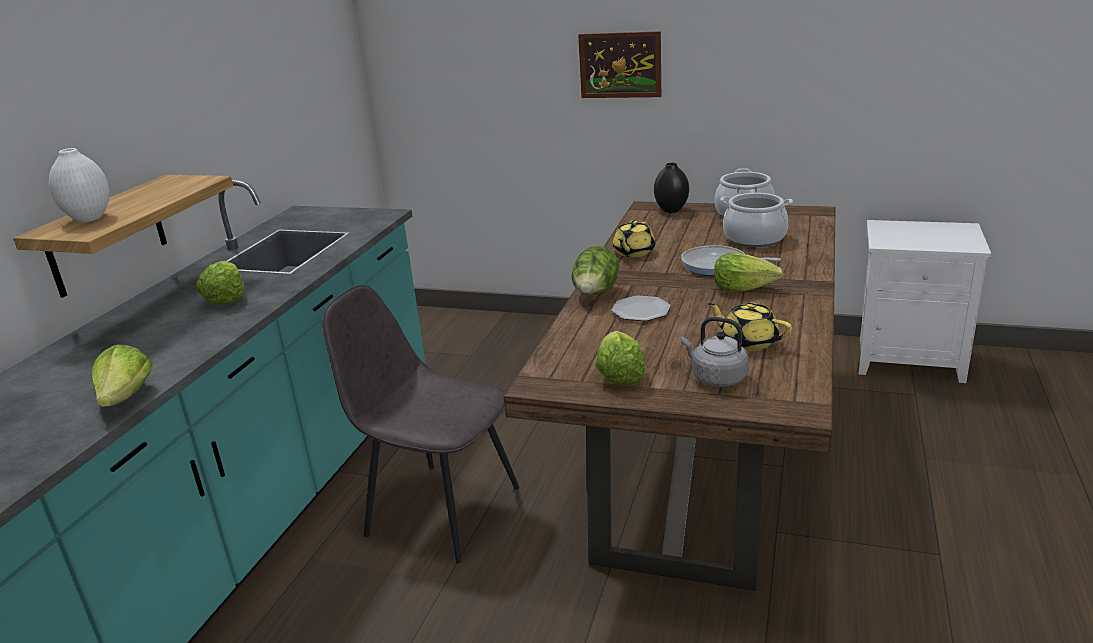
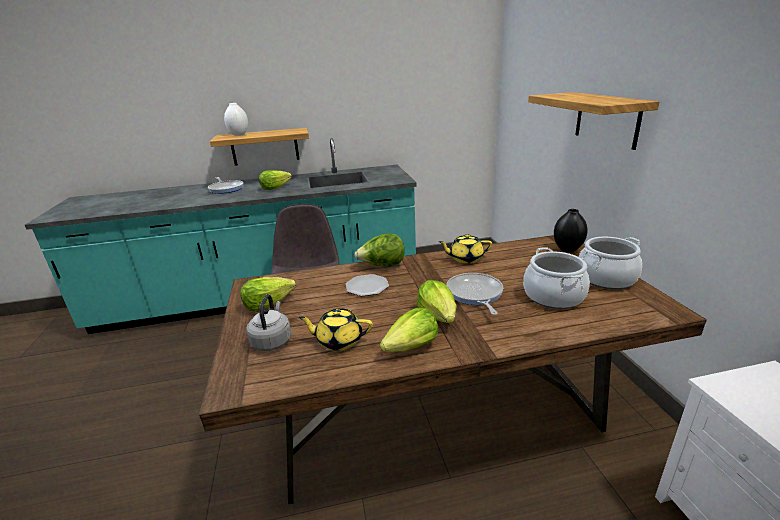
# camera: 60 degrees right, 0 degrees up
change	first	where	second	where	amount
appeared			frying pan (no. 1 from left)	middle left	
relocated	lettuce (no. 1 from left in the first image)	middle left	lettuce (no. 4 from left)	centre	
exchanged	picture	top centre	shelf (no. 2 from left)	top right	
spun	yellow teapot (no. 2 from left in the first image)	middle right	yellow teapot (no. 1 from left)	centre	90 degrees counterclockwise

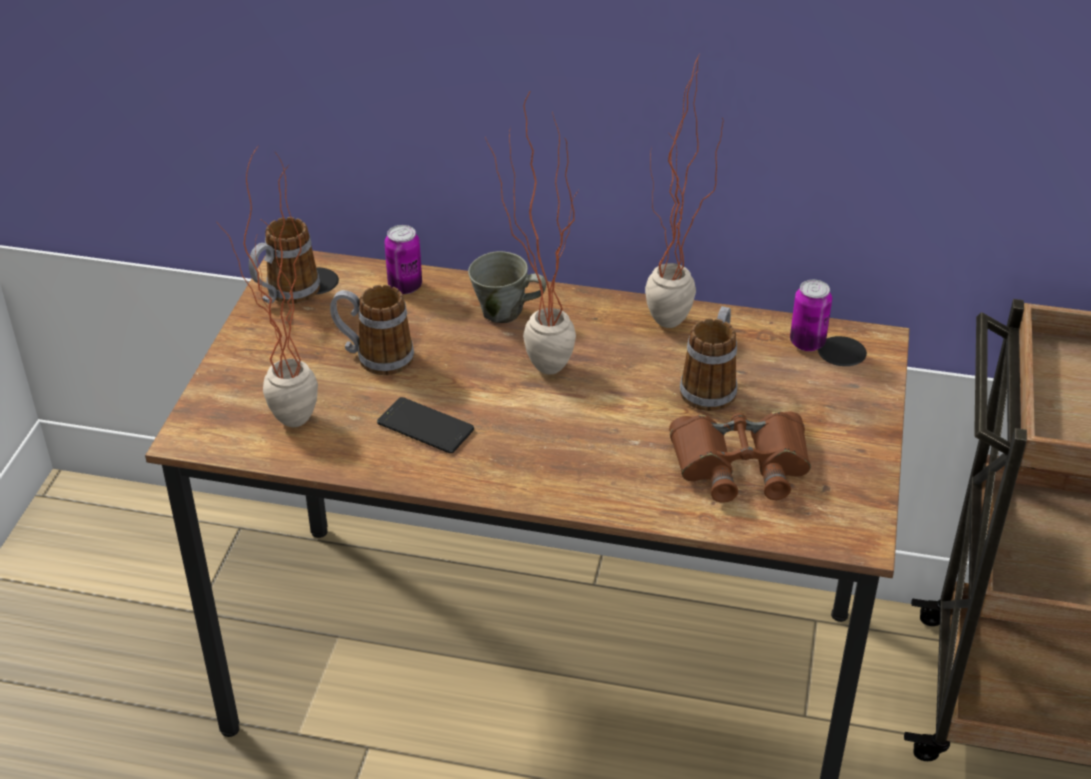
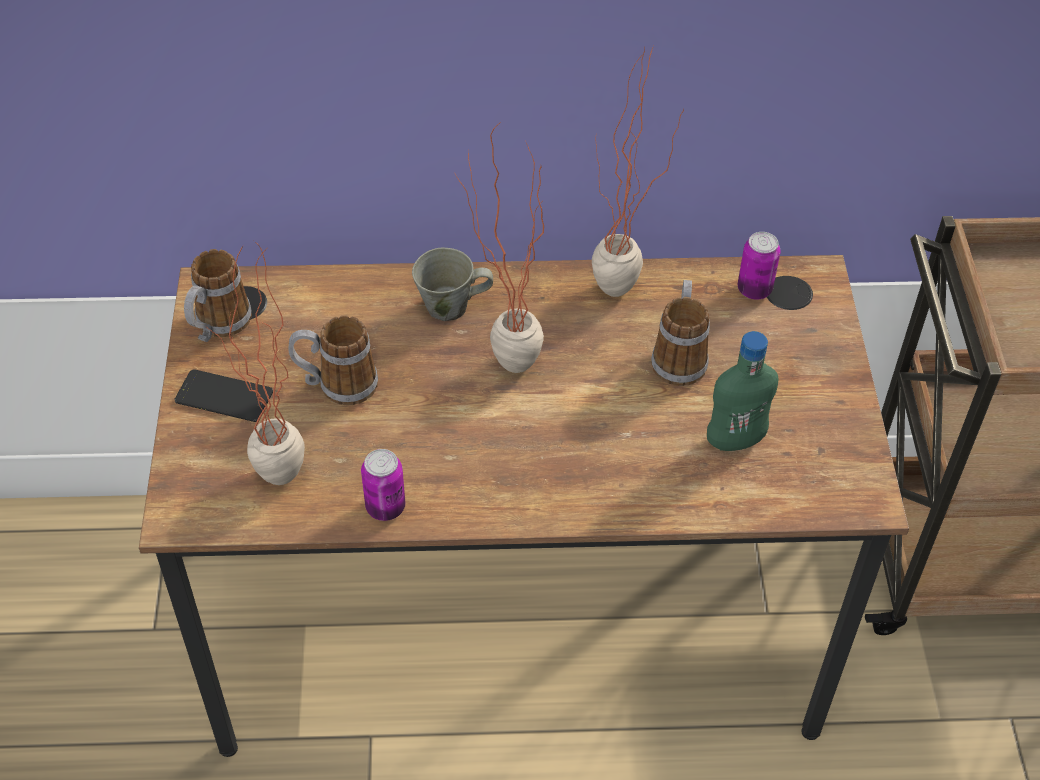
# camera: 15 degrees left, 10 degrees up
change	first	where	second	where	amount
relocated	phone	centre		middle left	
relocated	can (no. 1 from left)	top centre		centre	
exchanged	brown binoculars	middle right	green bottle	middle right	

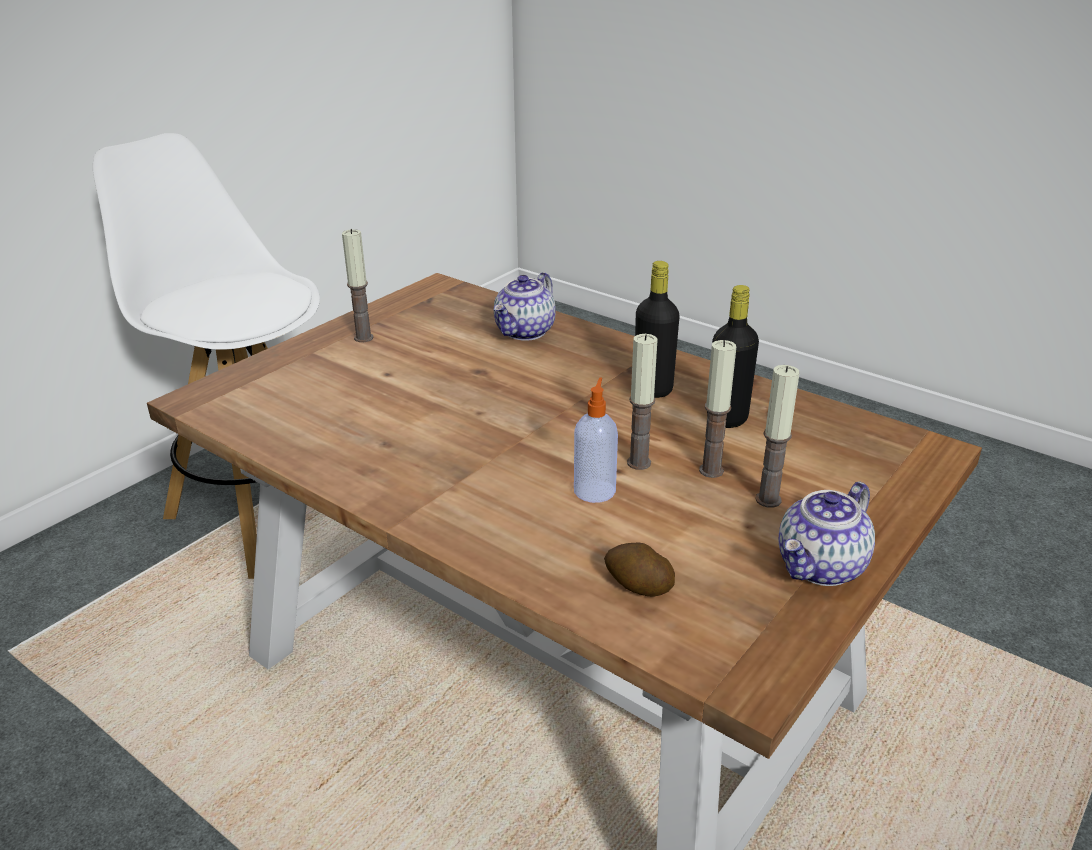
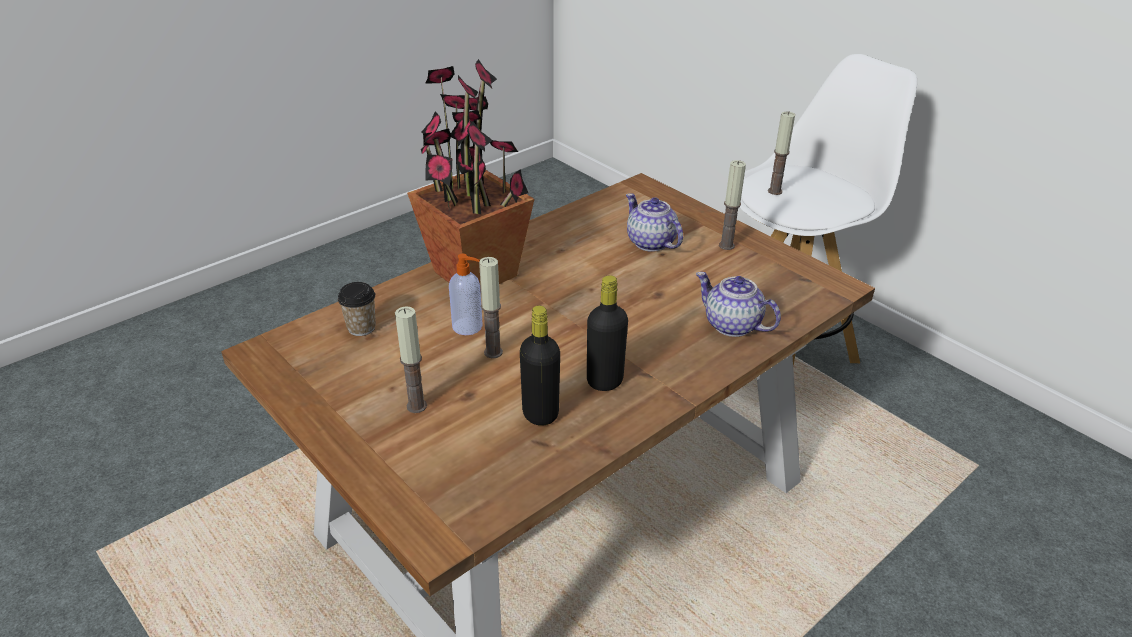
# camera: 100 degrees right, 5 degrees up
change	first	where	second	where	amount
appeared			potted plant	top centre	
relocated	candle (no. 3 from left in the first image)	centre	candle (no. 4 from left)	top right	
relocated	teapot (no. 2 from left in the first image)	middle right	teapot (no. 1 from left)	centre	
exchanged	potato	bottom centre	cup	middle left	

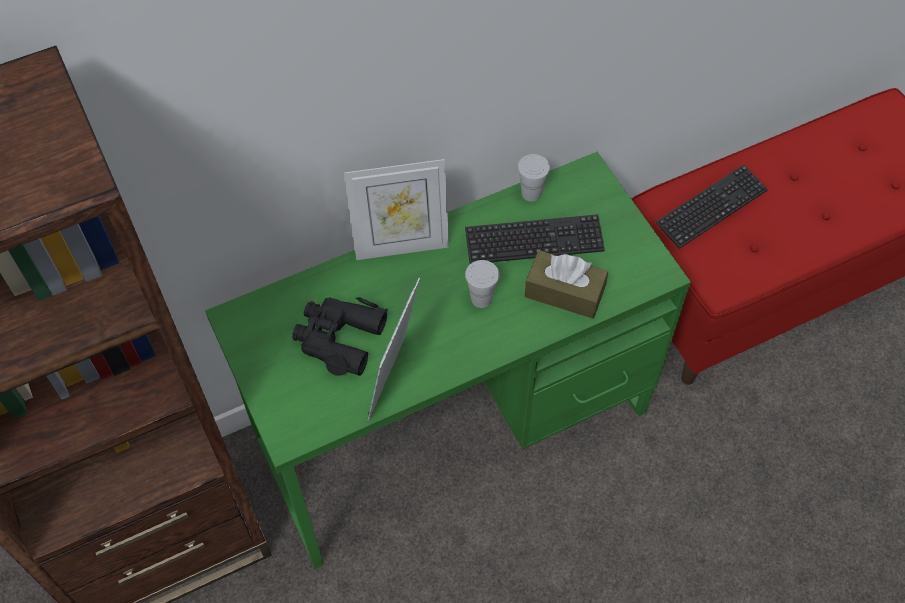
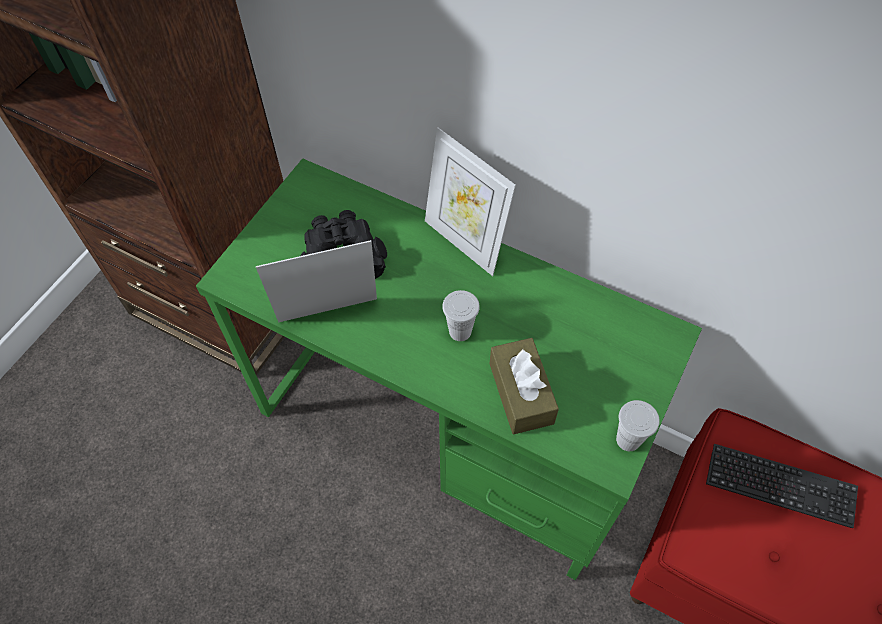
# camera: 55 degrees right, 0 degrees up
change	first	where	second	where	amount
missing	keyboard (no. 1 from left)	centre			
relocated	white cup (no. 2 from left)	top centre		bottom right	

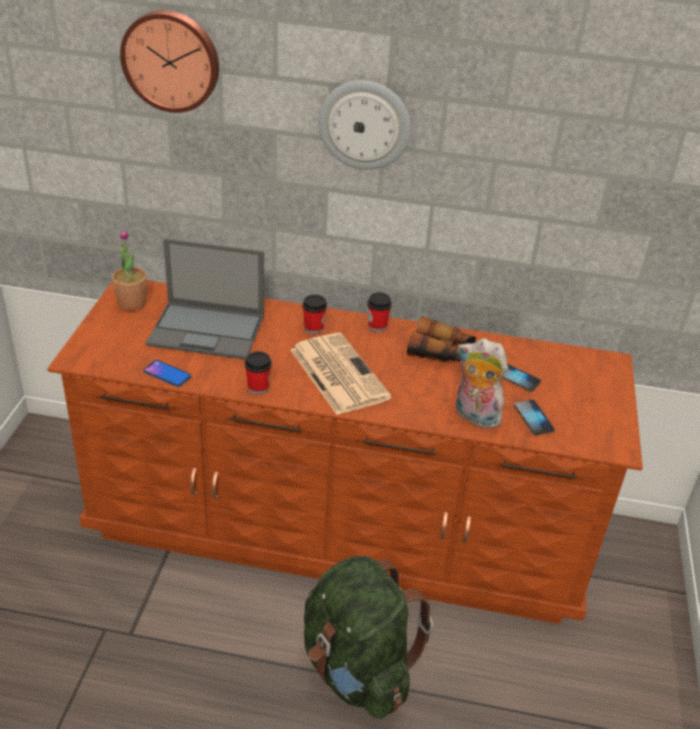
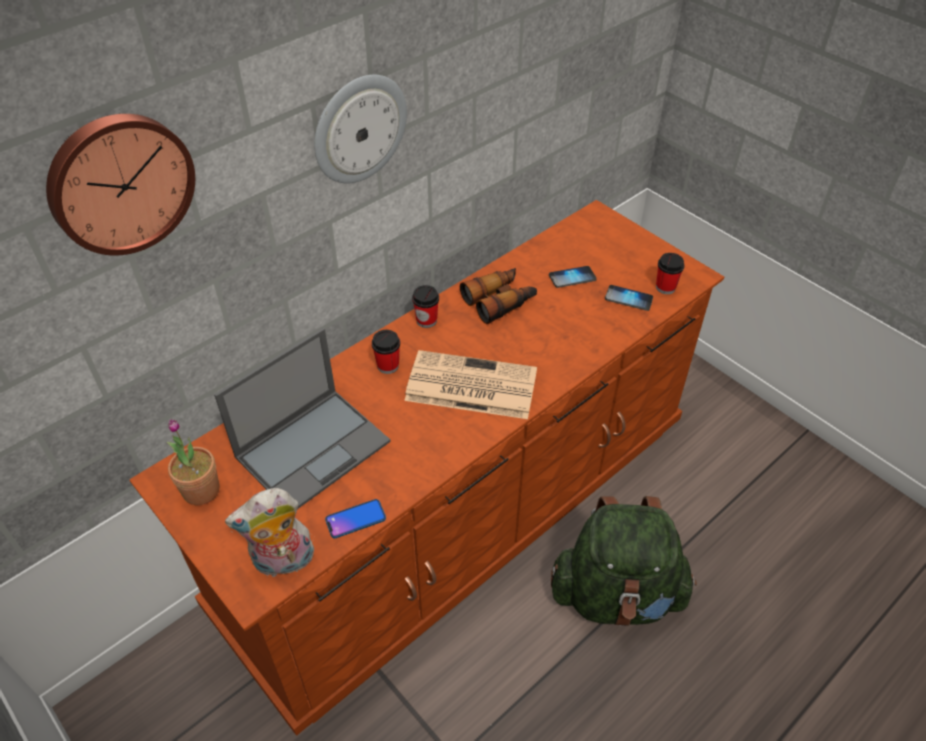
# camera: 50 degrees left, 10 degrees up
change	first	where	second	where	amount
relocated	cup (no. 1 from left in the first image)	centre	cup (no. 3 from left)	middle right	
relocated	plush toy	middle right		bottom left	

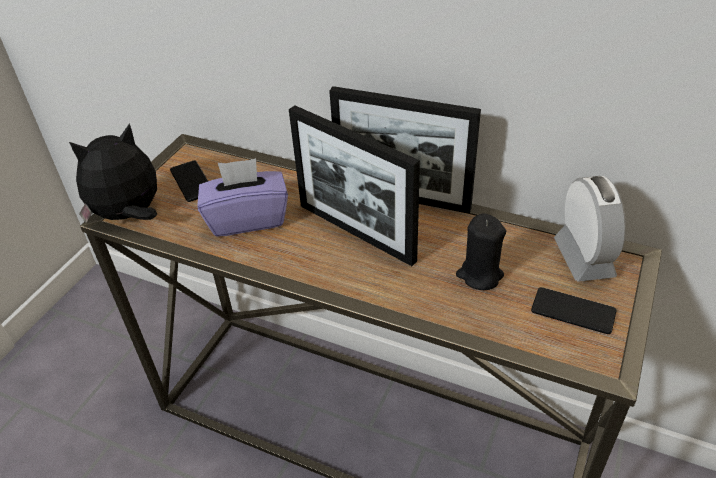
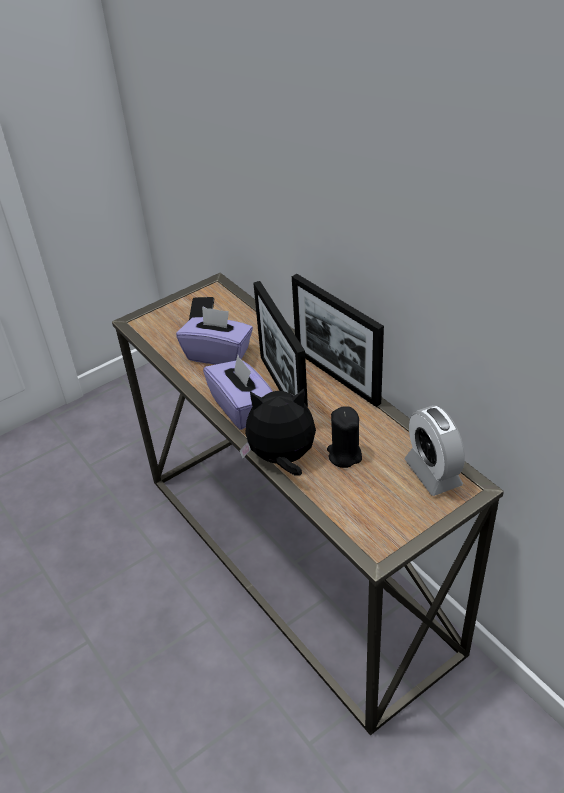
# camera: 30 degrees right, 0 degrees up
change	first	where	second	where	amount
missing	phone (no. 2 from left)	middle right			
appeared			purple tissue box (no. 2 from left)	centre	
relocated	plush toy	middle left		centre	
spun	alarm clock	middle right		middle right	135 degrees clockwise

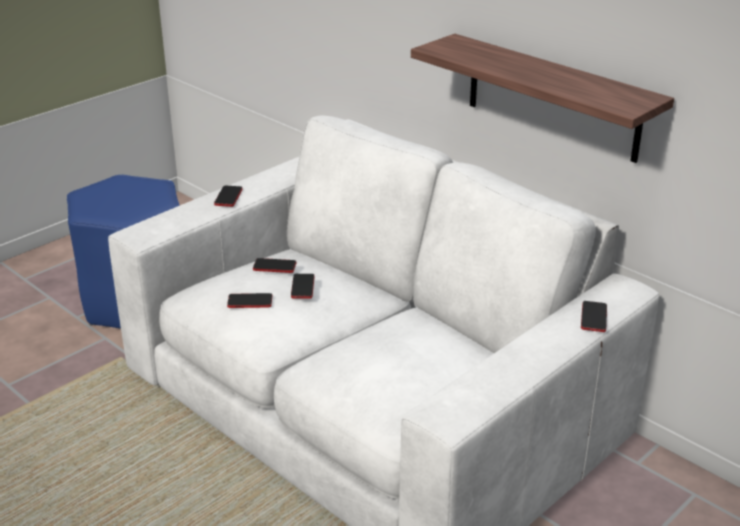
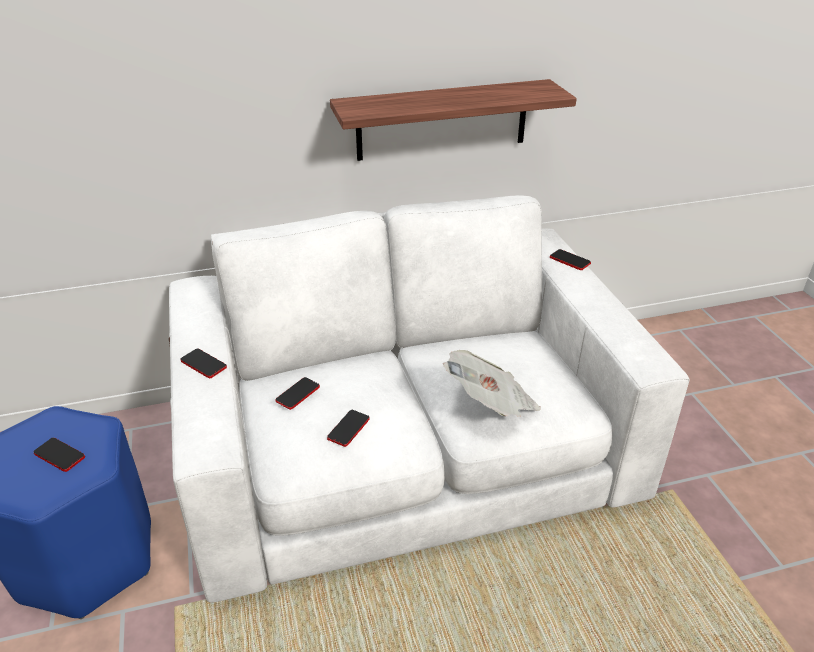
# camera: 60 degrees left, 5 degrees up
change	first	where	second	where	amount
appeared			newspaper	centre	
relocated	phone (no. 4 from left in the first image)	centre	phone (no. 1 from left)	bottom left	

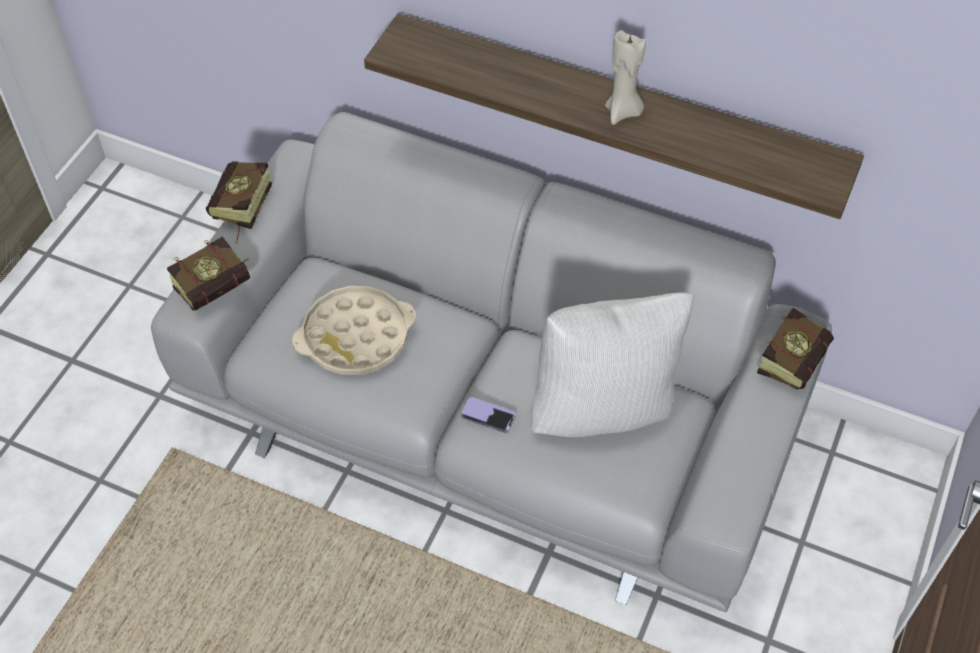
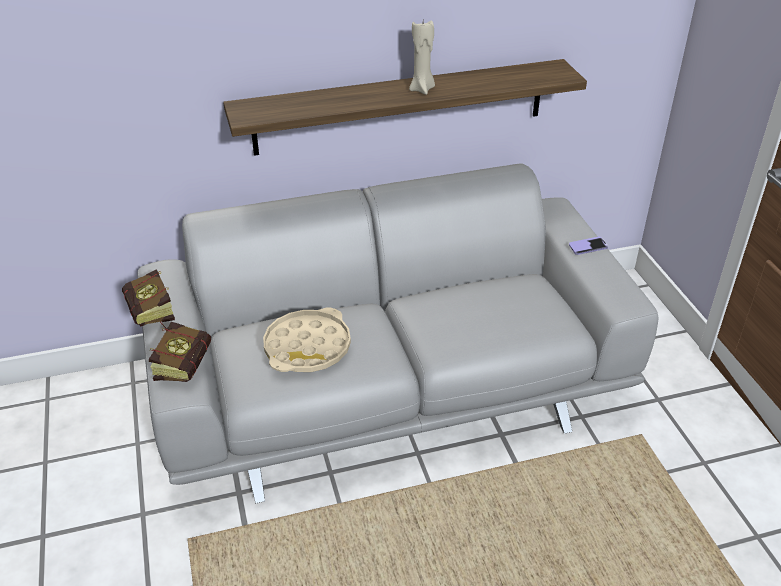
# camera: 40 degrees left, 15 degrees down
change	first	where	second	where	amount
missing	white pillow	centre			
missing	book (no. 3 from left)	middle right			
relocated	phone	centre		middle right	

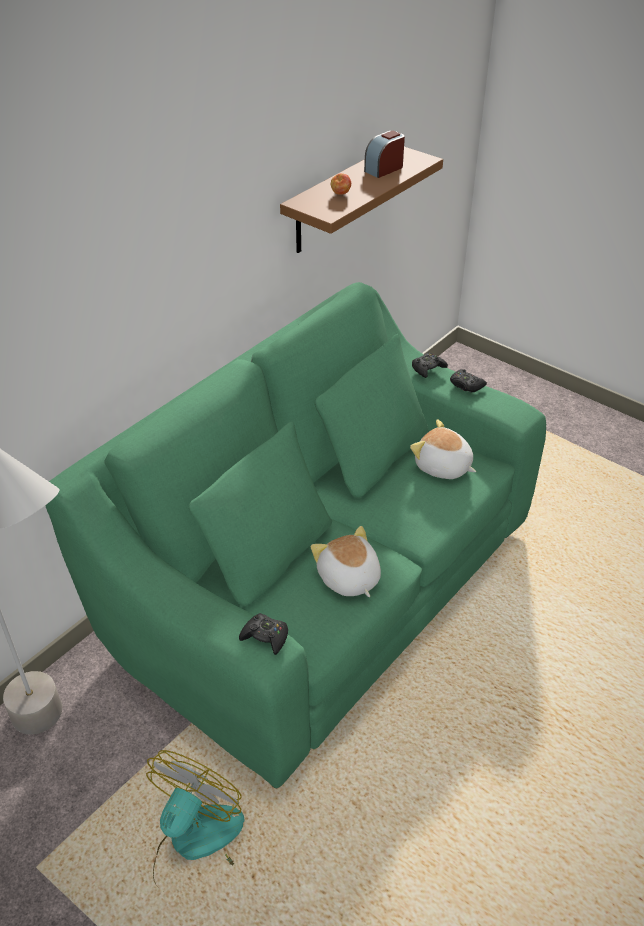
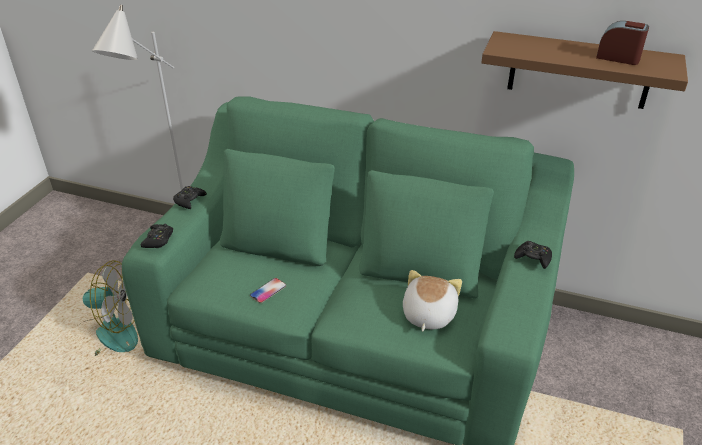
# camera: 70 degrees right, 5 degrees down
change	first	where	second	where	amount
missing	apple	top centre			
relocated	black game controller (no. 3 from left in the first image)	middle right	black game controller (no. 2 from left)	middle left	
exchanged	plush toy (no. 1 from left)	centre	phone	centre	

